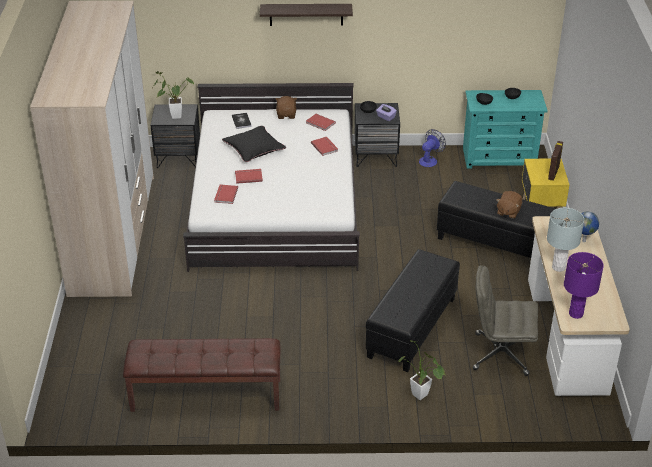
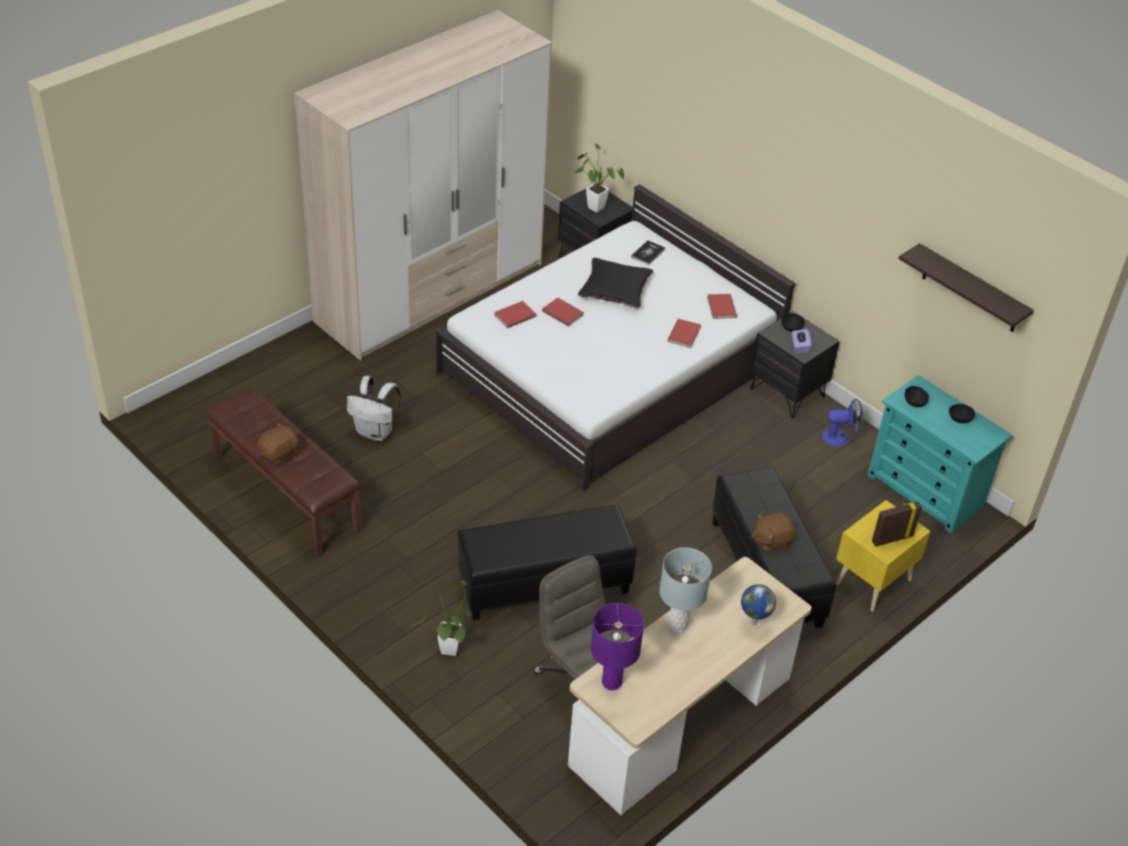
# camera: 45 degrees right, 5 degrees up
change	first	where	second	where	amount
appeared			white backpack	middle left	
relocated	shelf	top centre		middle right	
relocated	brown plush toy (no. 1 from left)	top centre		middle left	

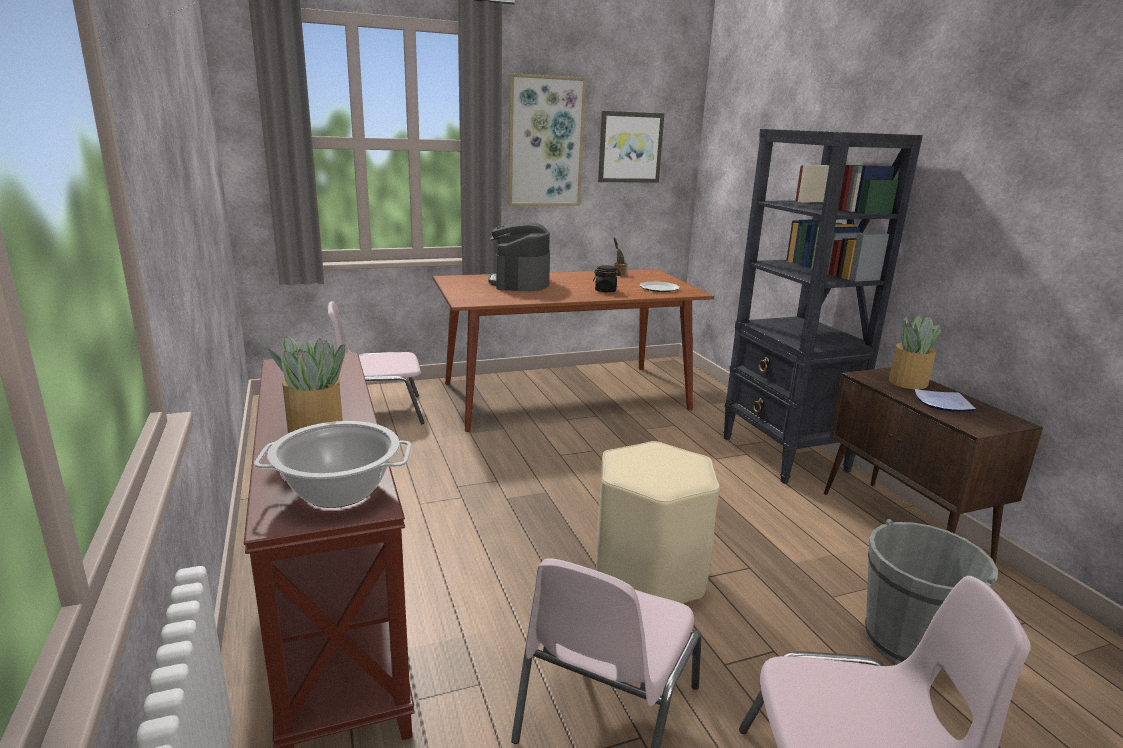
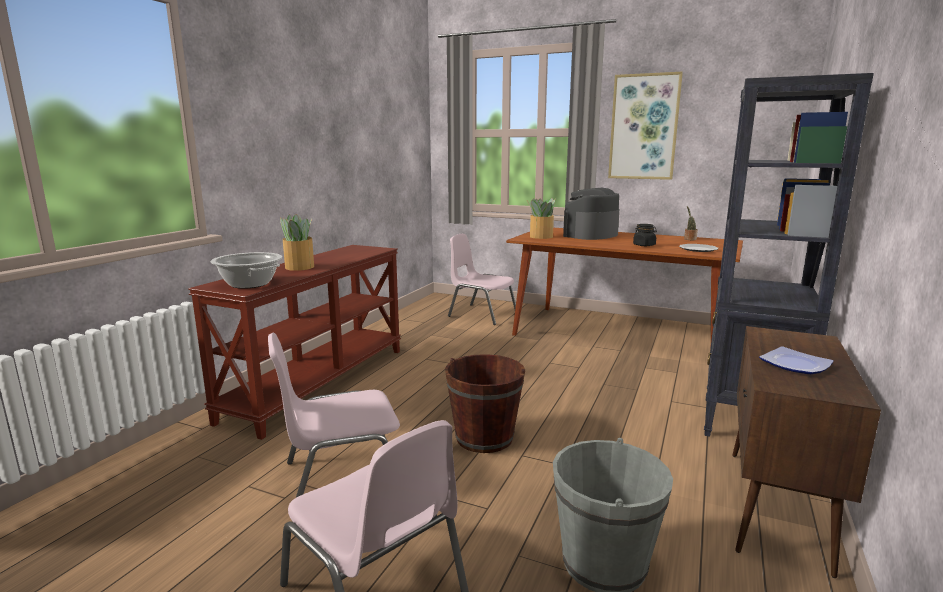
# camera: 45 degrees right, 5 degrees down
change	first	where	second	where	amount
missing	picture (no. 2 from left)	top centre			
relocated	potted plant (no. 3 from left in the first image)	middle right	potted plant (no. 2 from left)	centre	
exchanged	beige stool	bottom centre	brown bucket	bottom centre	

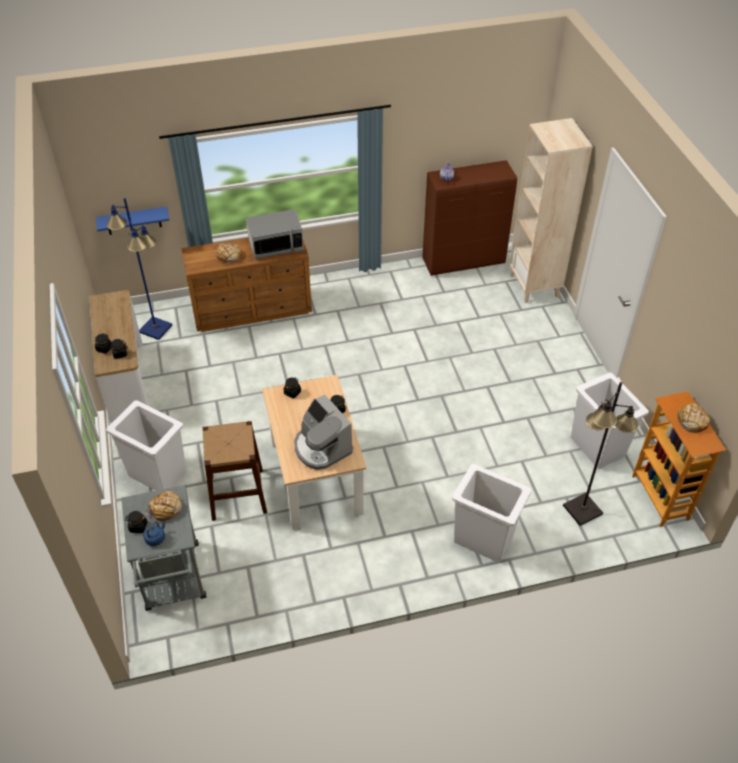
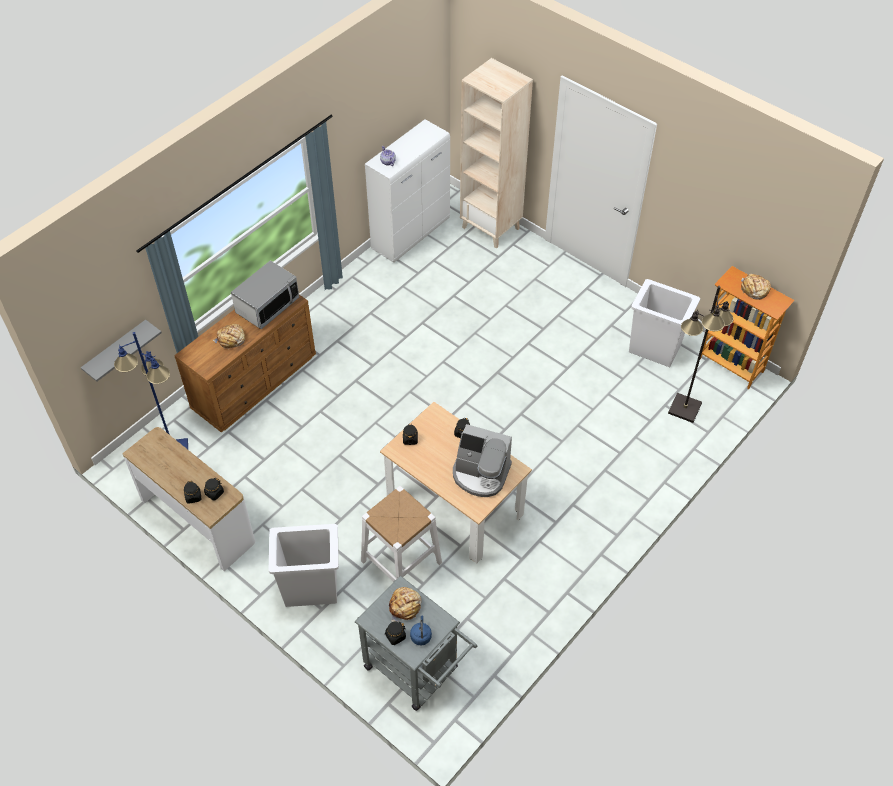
# camera: 35 degrees left, 5 degrees up
change	first	where	second	where	amount
missing	white trash can (no. 2 from left)	bottom right			
colour	blue shelf	top left	grey shelf	middle left	
colour	brown stool	middle left	white stool	bottom centre	
colour	brown cabinet	top centre	white cabinet	top centre	

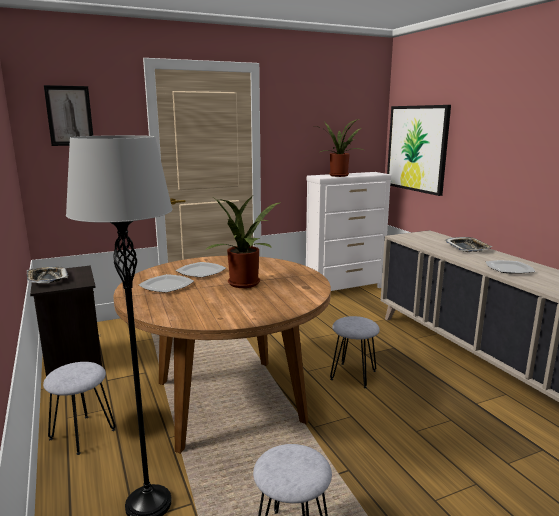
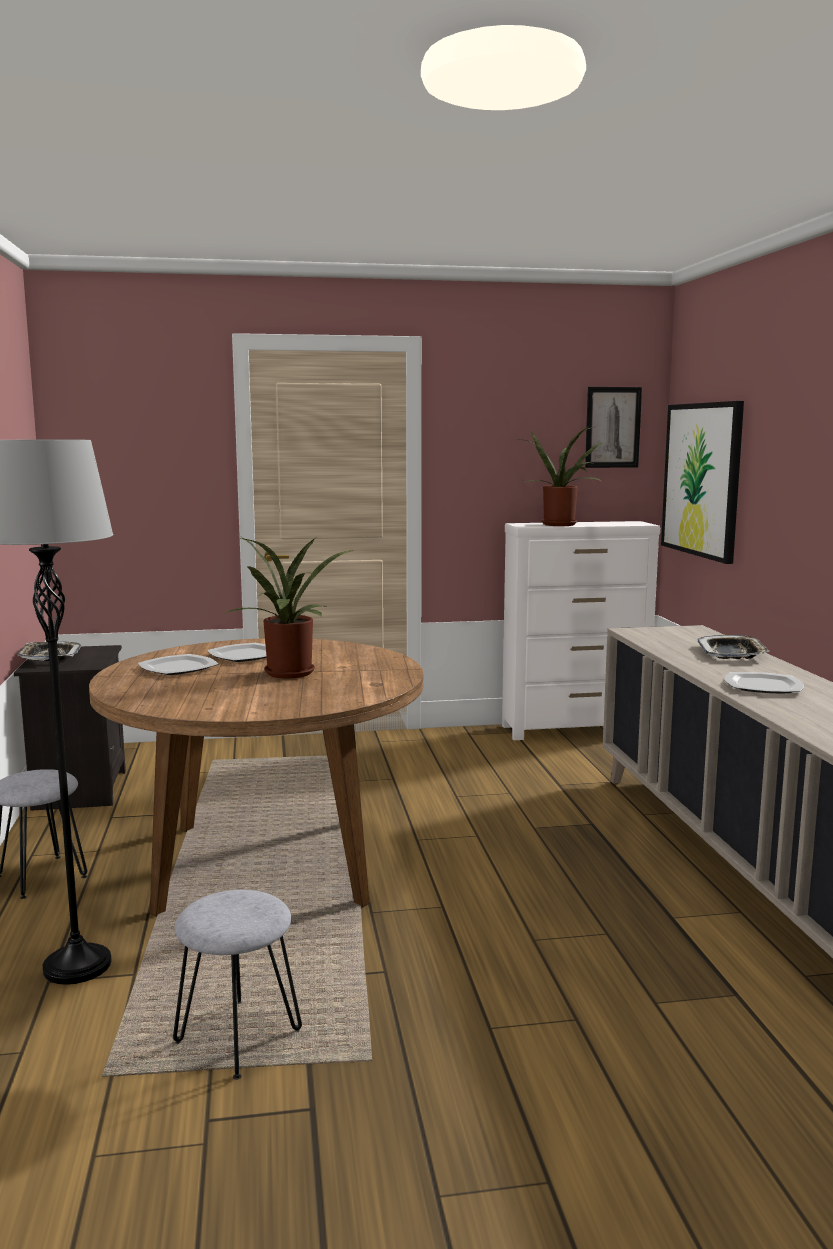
# camera: 15 degrees right, 5 degrees down
change	first	where	second	where	amount
missing	grey stool (no. 3 from left)	bottom centre			
relocated	picture (no. 1 from left)	top left		middle right	

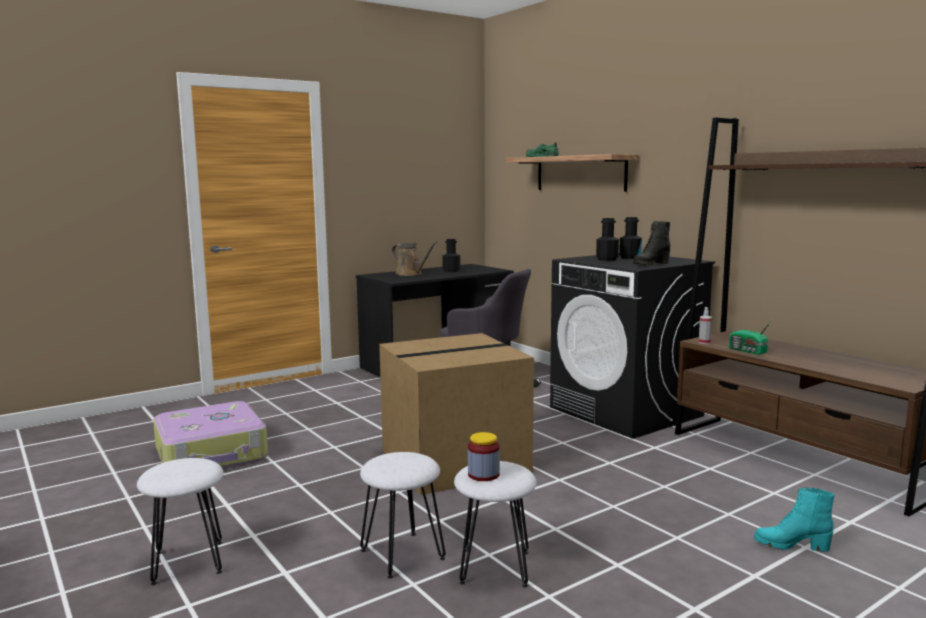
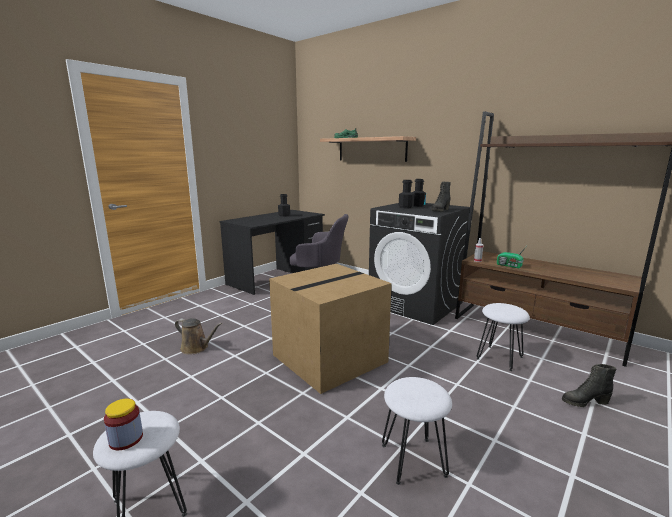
# camera: 15 degrees left, 5 degrees up
change	first	where	second	where	amount
missing	suitcase	bottom left			
relocated	white stool (no. 2 from left in the first image)	bottom centre	white stool (no. 3 from left)	middle right	
relocated	brown watering can	centre		middle left	
relocated	jar	bottom centre		bottom left	
colour	turquoise boot	bottom right	black boot (no. 2 from left)	bottom right	

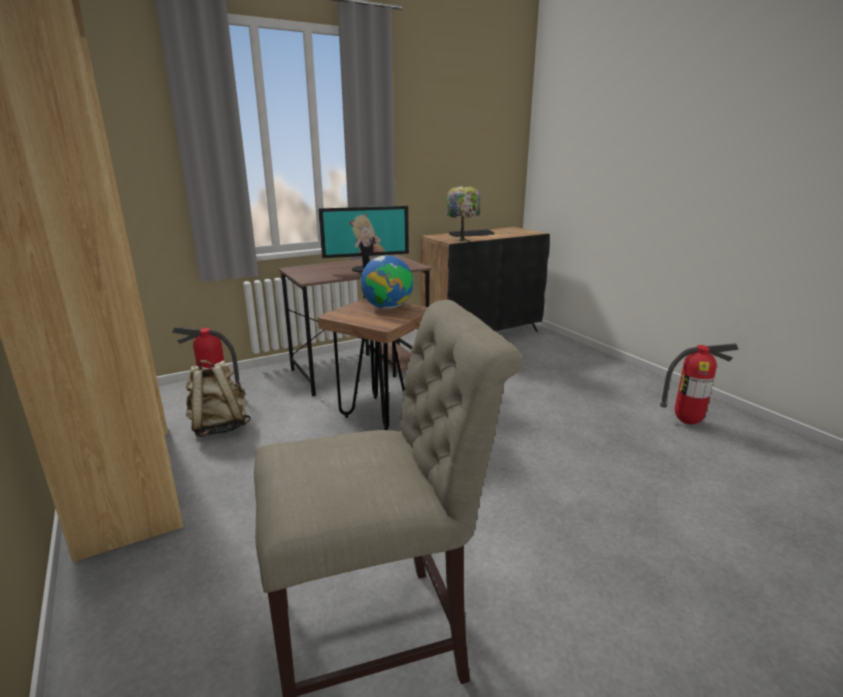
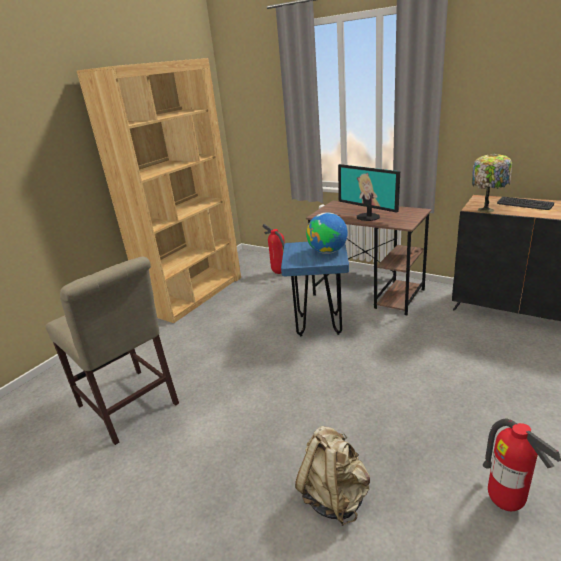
# camera: 65 degrees right, 5 degrees up
change	first	where	second	where	amount
relocated	beige backpack	middle left		bottom centre	
colour	brown stool	centre	blue stool	centre	

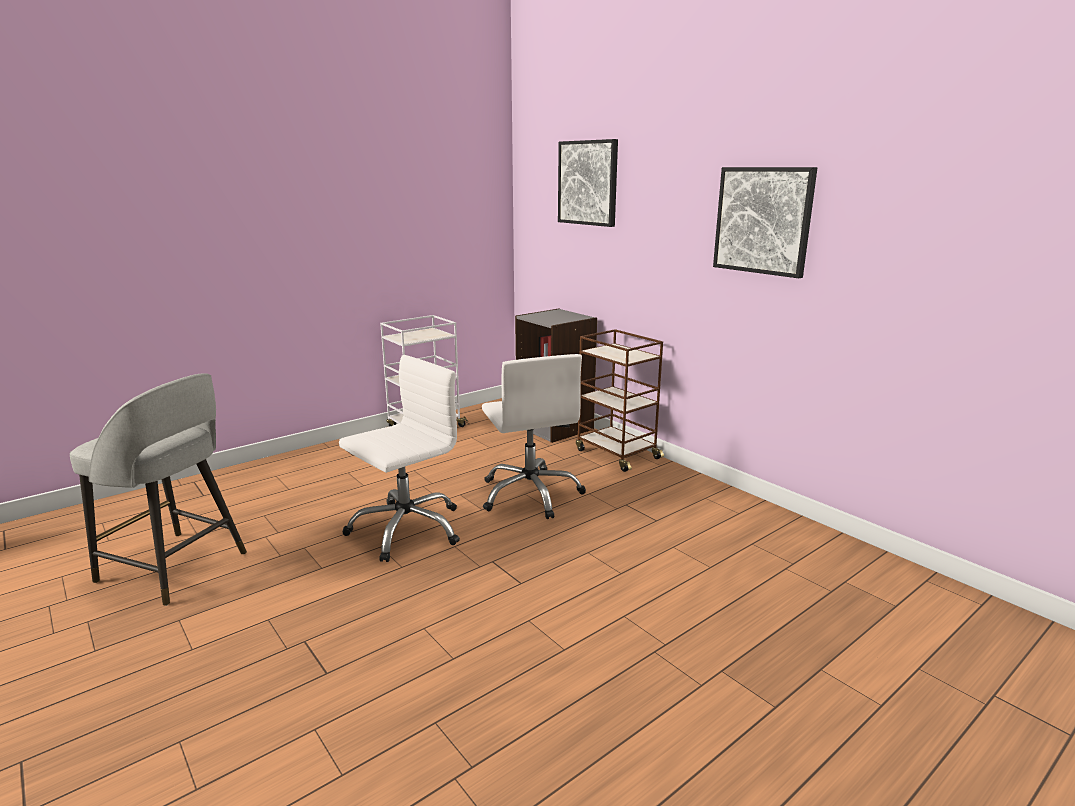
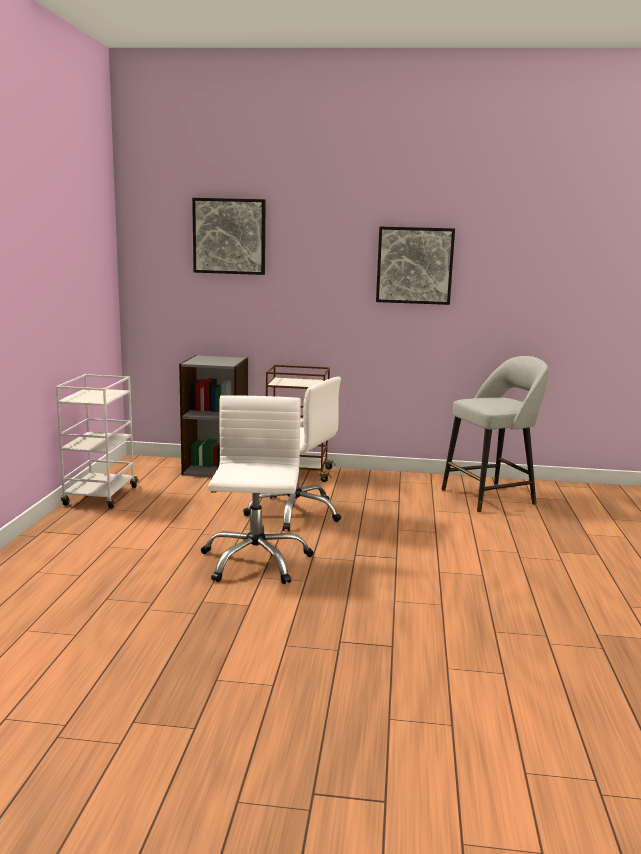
# camera: 45 degrees left, 5 degrees down
change	first	where	second	where	amount
relocated	grey stool	middle left		middle right	

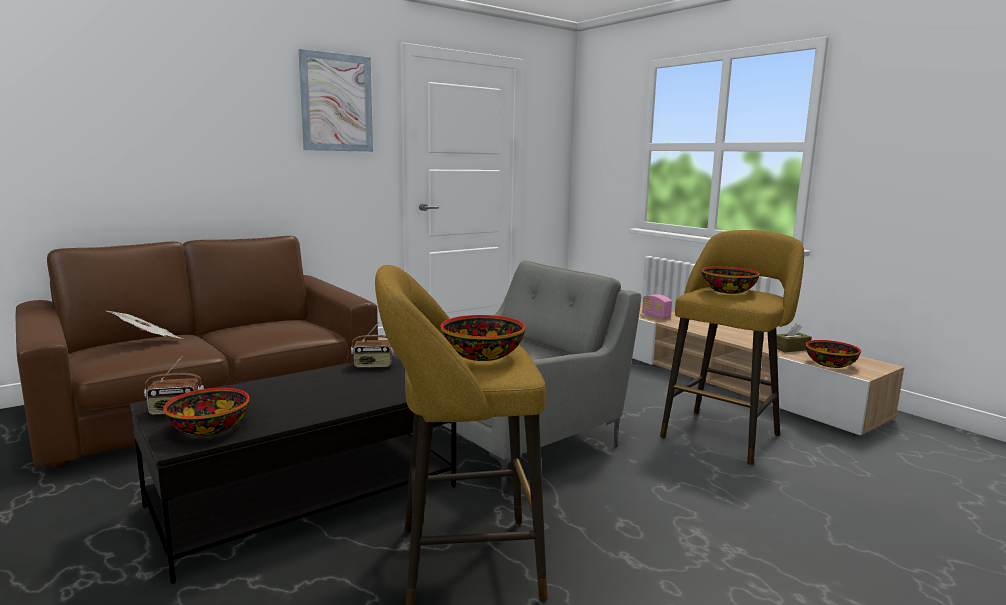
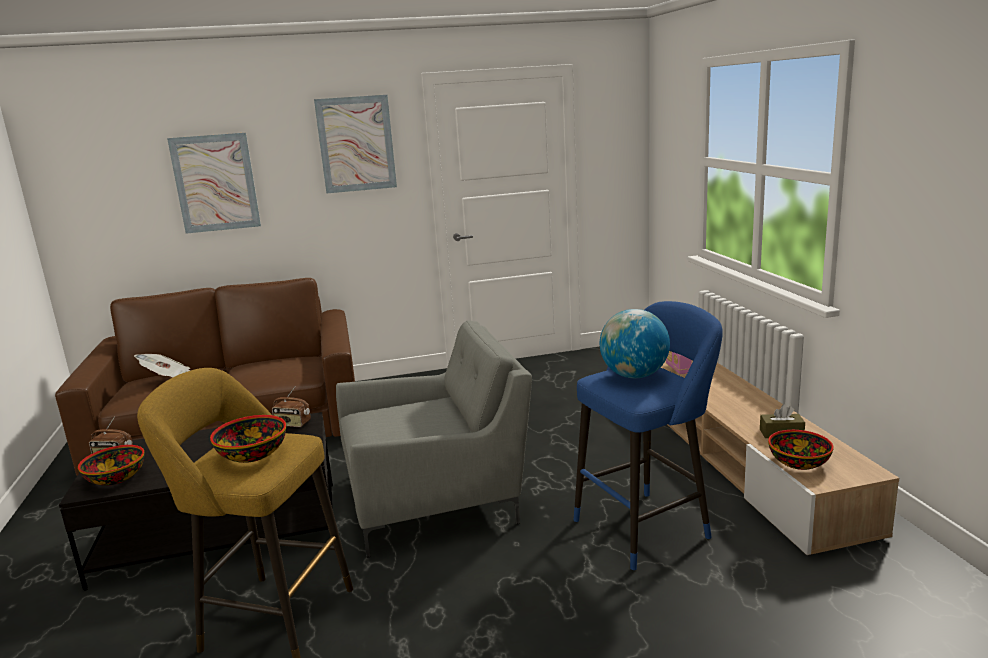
# camera: 25 degrees right, 5 degrees up
change	first	where	second	where	amount
appeared			picture (no. 1 from left)	top left	
exchanged	bowl (no. 3 from left)	middle right	globe	centre	
colour	yellow stool (no. 2 from left)	middle right	blue stool	centre	

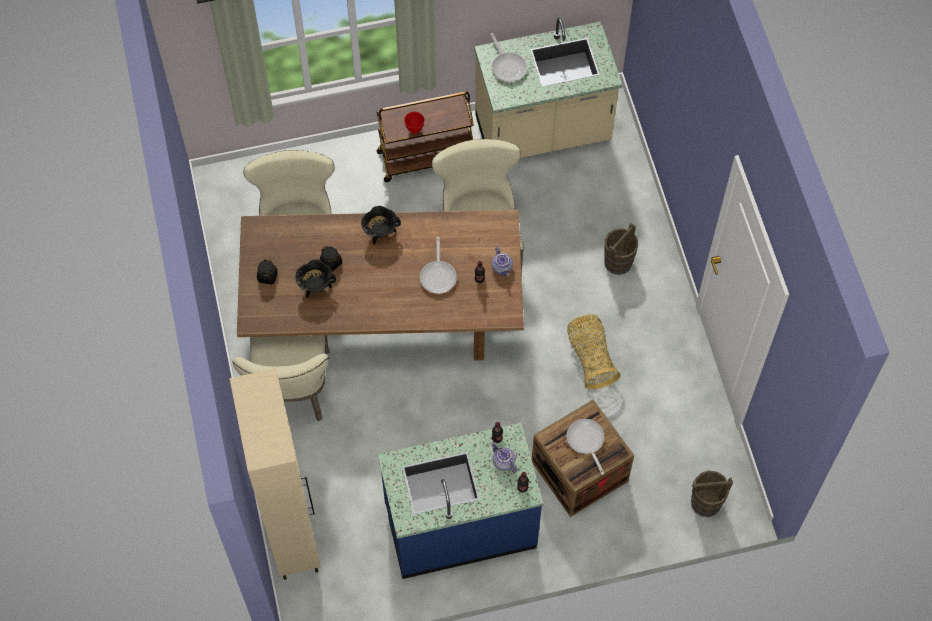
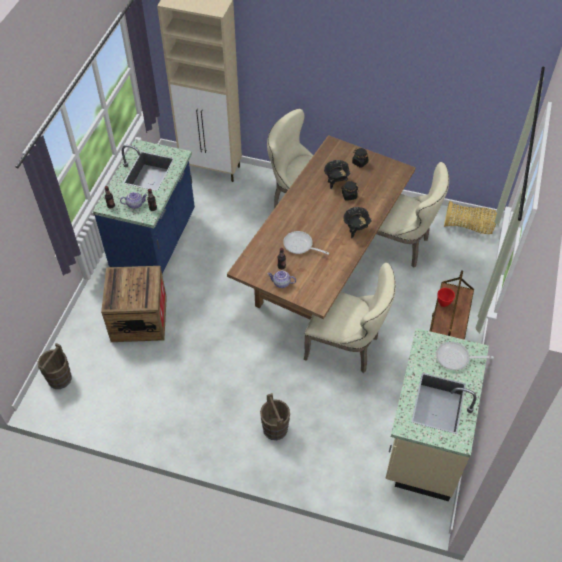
# camera: 120 degrees right, 10 degrees down
change	first	where	second	where	amount
missing	frying pan (no. 3 from left)	bottom centre			
relocated	basket	centre		middle right	

